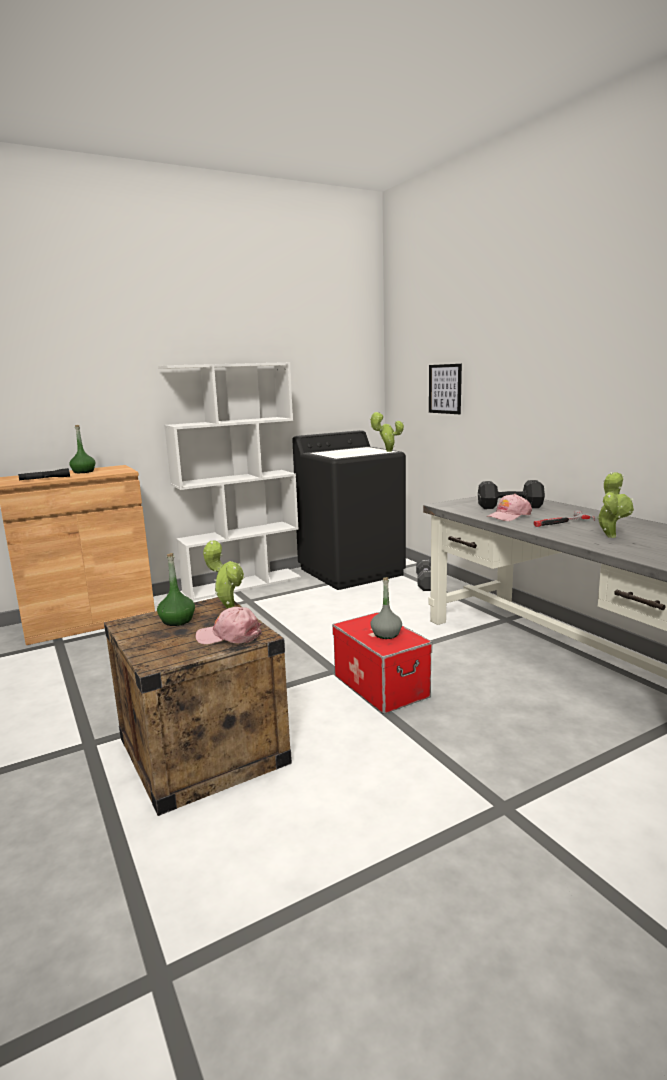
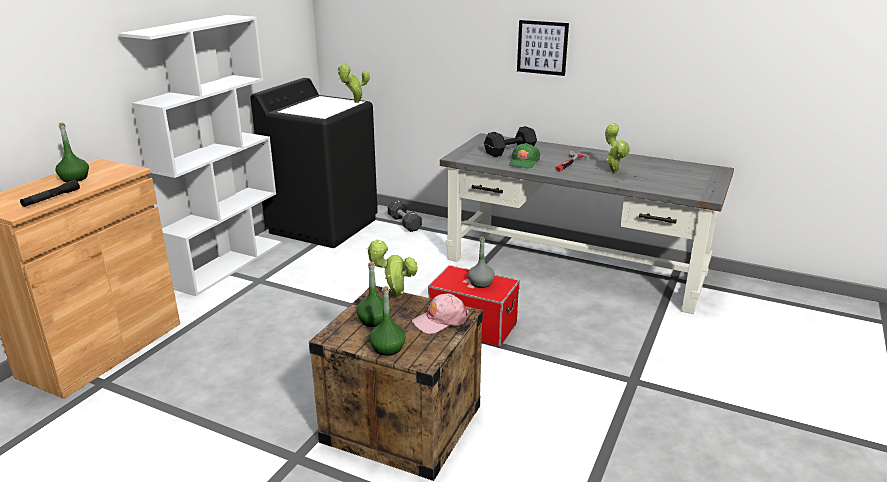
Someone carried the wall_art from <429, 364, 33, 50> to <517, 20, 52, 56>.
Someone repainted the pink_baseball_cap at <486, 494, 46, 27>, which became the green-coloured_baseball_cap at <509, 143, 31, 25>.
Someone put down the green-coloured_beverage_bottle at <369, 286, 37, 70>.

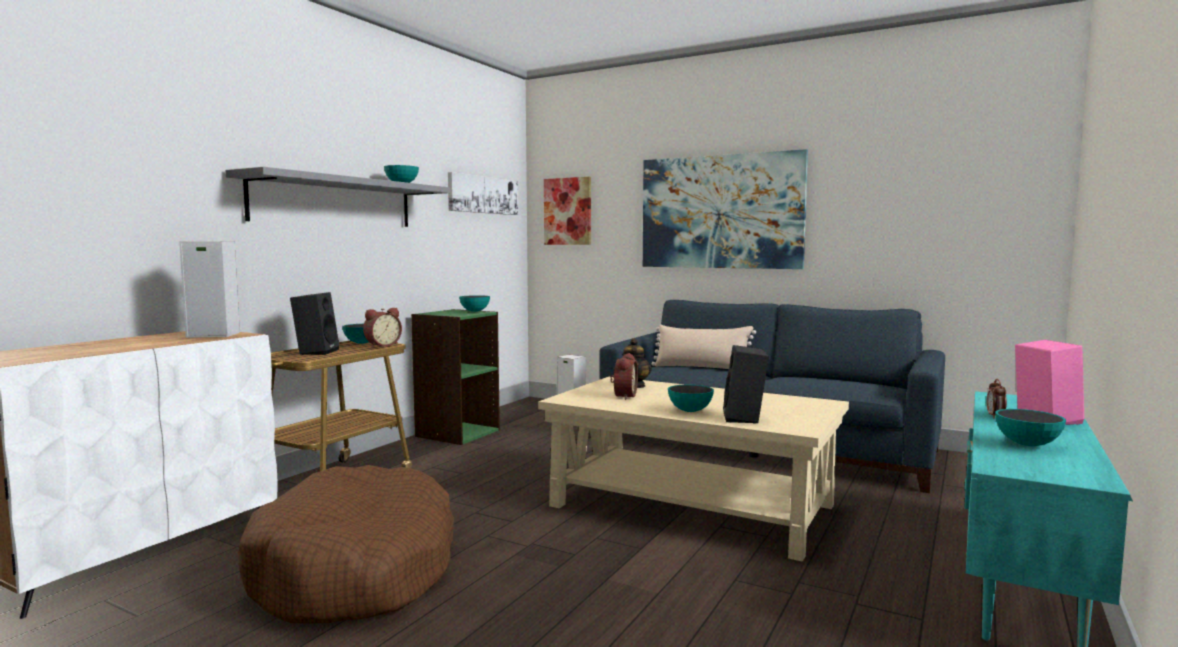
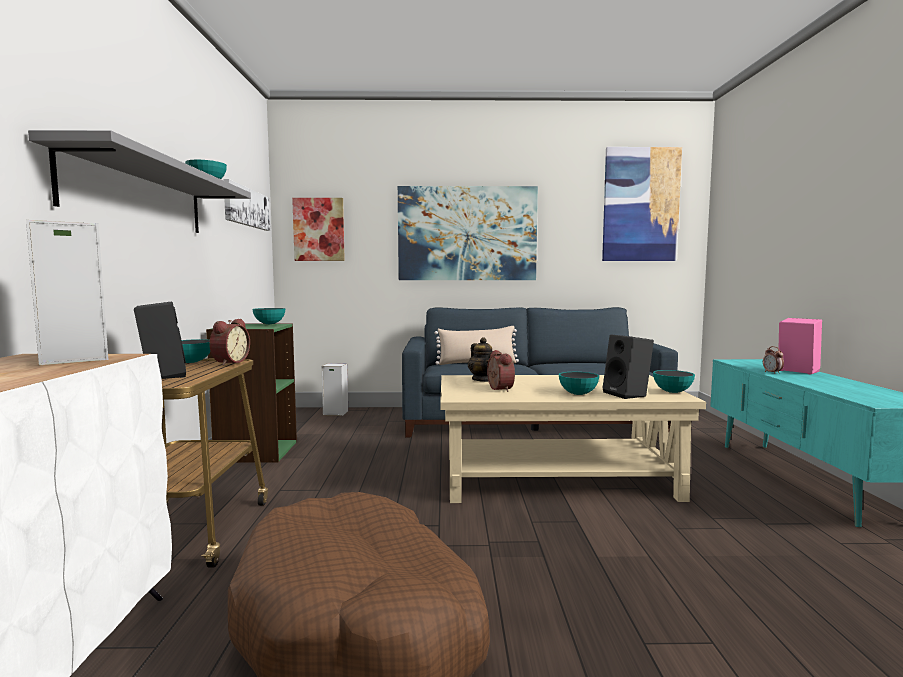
Someone carried the serving_bowl from <995, 409, 71, 37> to <653, 370, 42, 23>.
Someone put up the wall_art at <602, 147, 80, 114>.

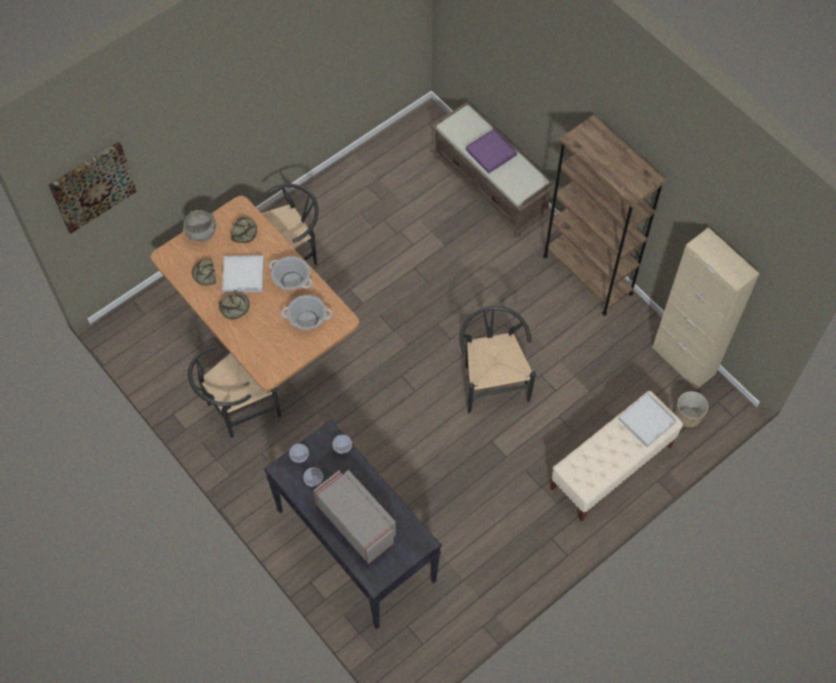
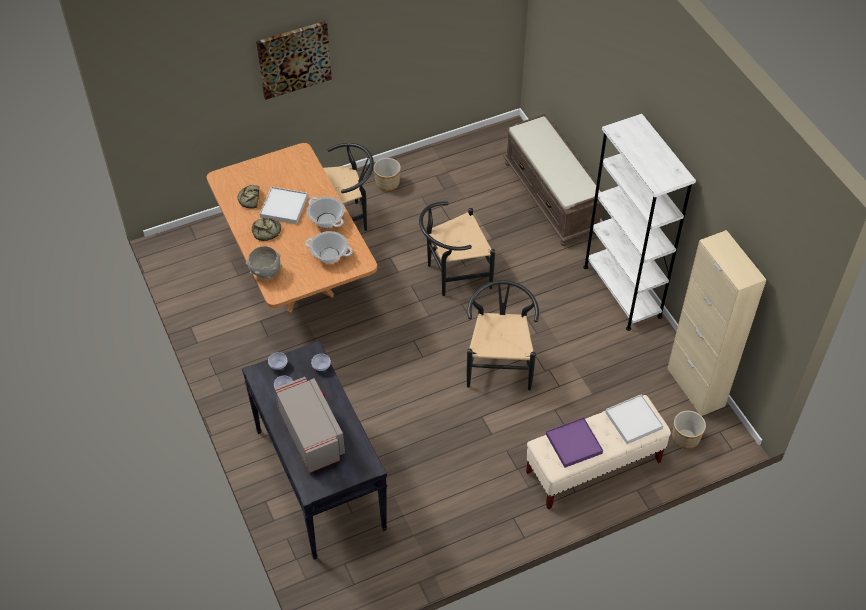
Someone carried the wall_art from <49, 142, 88, 92> to <256, 21, 76, 79>.
Someone carried the greyish_serving_bowl from <183, 210, 34, 32> to <246, 246, 36, 33>.
Someone carried the black-coloured_plain_chair from <188, 346, 93, 92> to <419, 201, 76, 95>.
Someone took away the bakery_bread at <231, 216, 26, 27>.
Someone carried the purple_serving_tray from <466, 129, 51, 45> to <546, 417, 57, 51>.
Someone repainted the brownish_bookshelf at <543, 115, 124, 201>, which became the whitish_bookshelf at <583, 114, 113, 217>.
Someone put down the plant_pot at <374, 158, 27, 33>.

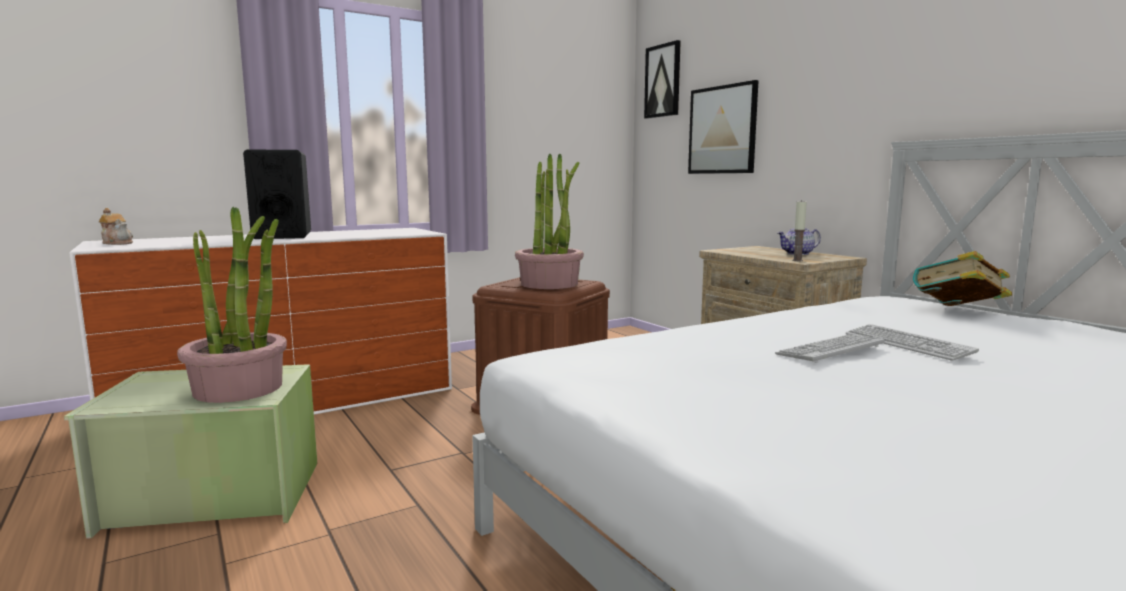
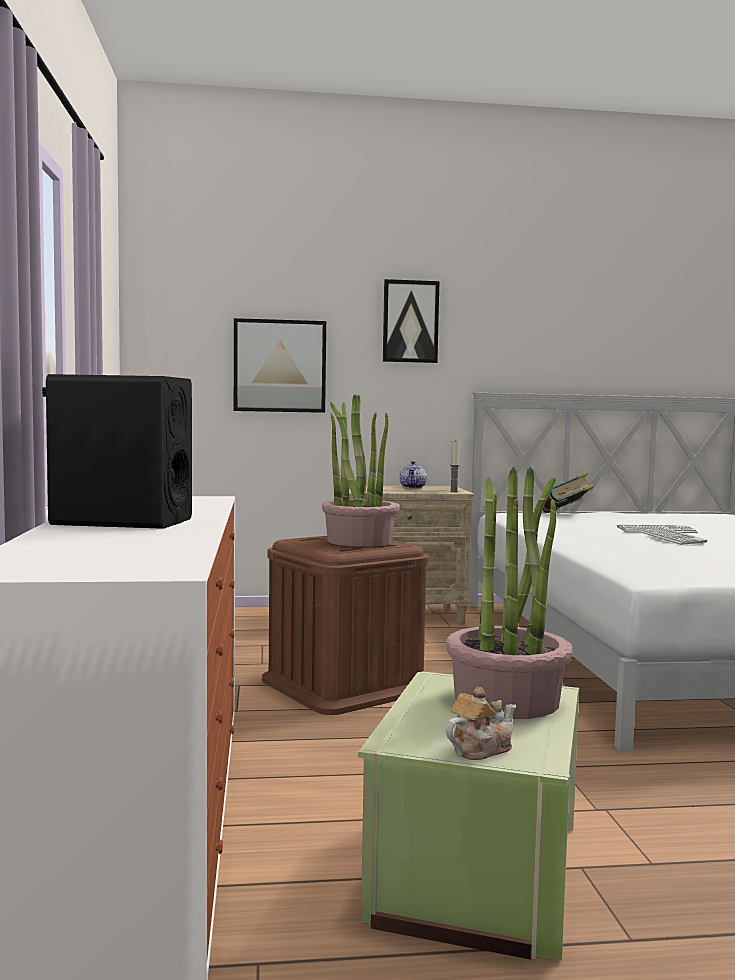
Someone carried the tea_pot from <99, 208, 34, 37> to <446, 687, 70, 73>.
Someone carried the wall_art from <644, 40, 37, 79> to <383, 279, 56, 84>.

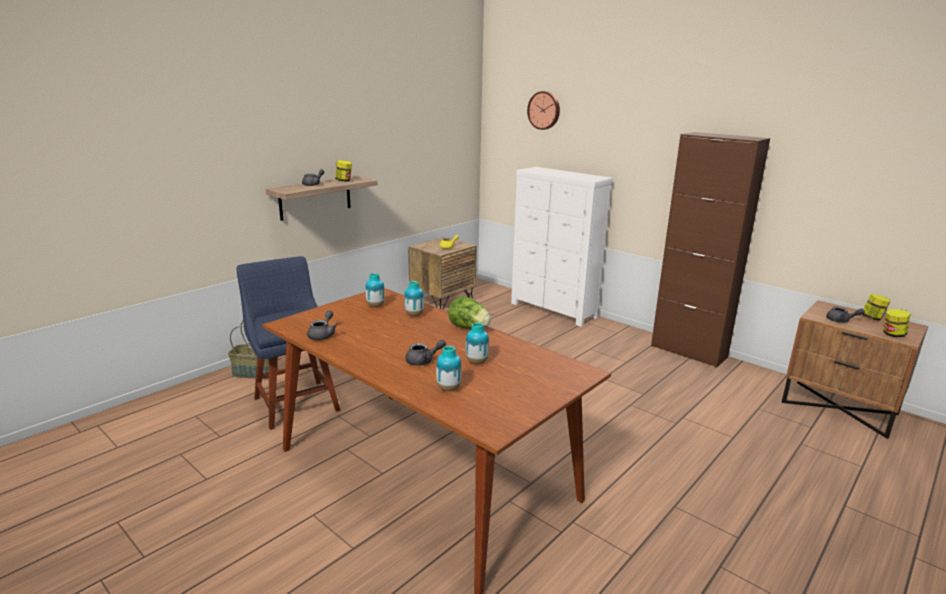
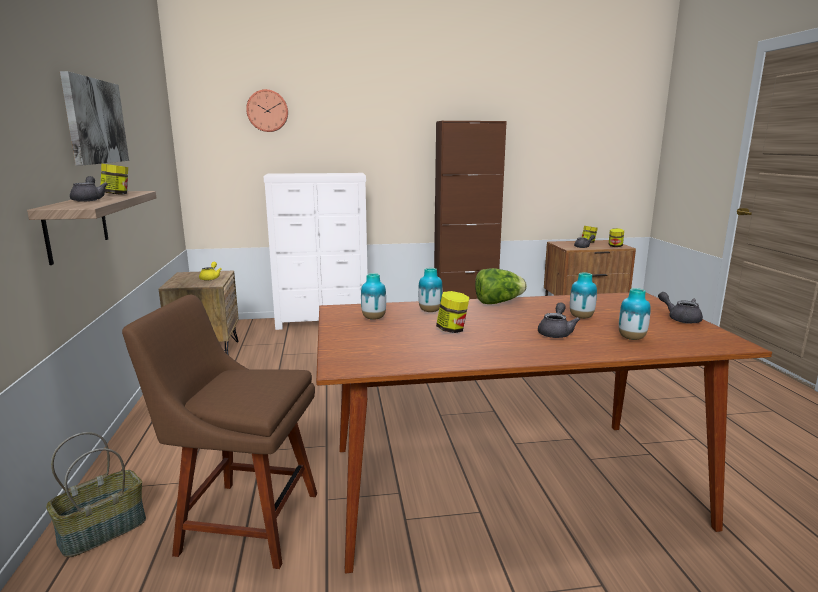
Someone repainted the blue-coloured_plain_chair at <236, 256, 105, 174>, which became the brownish_plain_chair at <122, 295, 195, 274>.
Someone carried the greyish_tea_pot from <307, 310, 30, 30> to <658, 292, 45, 32>.
Someone put up the wall_art at <60, 71, 69, 94>.
Someone put down the jar at <436, 291, 34, 42>.

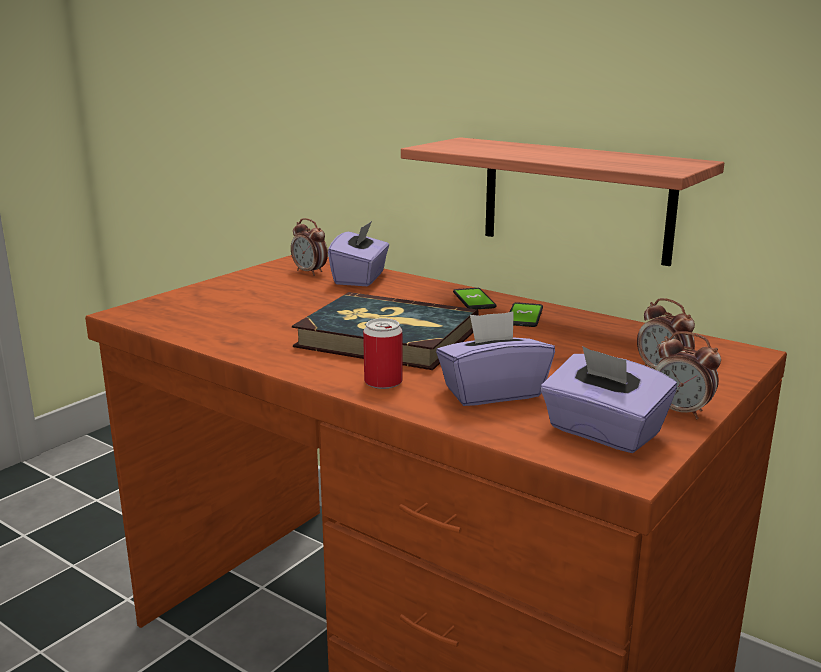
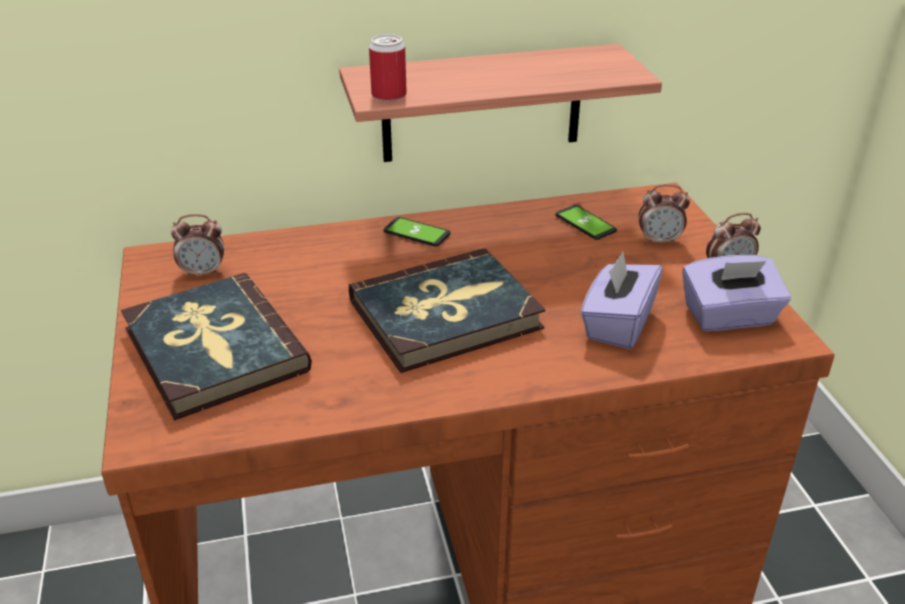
Someone took away the purple_tissue_box at <328, 221, 61, 65>.
Someone carried the metal_can from <363, 318, 40, 71> to <369, 34, 38, 67>.
Someone carried the telephone from <510, 302, 33, 25> to <555, 205, 62, 35>.
Someone put down the volume at <121, 273, 191, 147>.

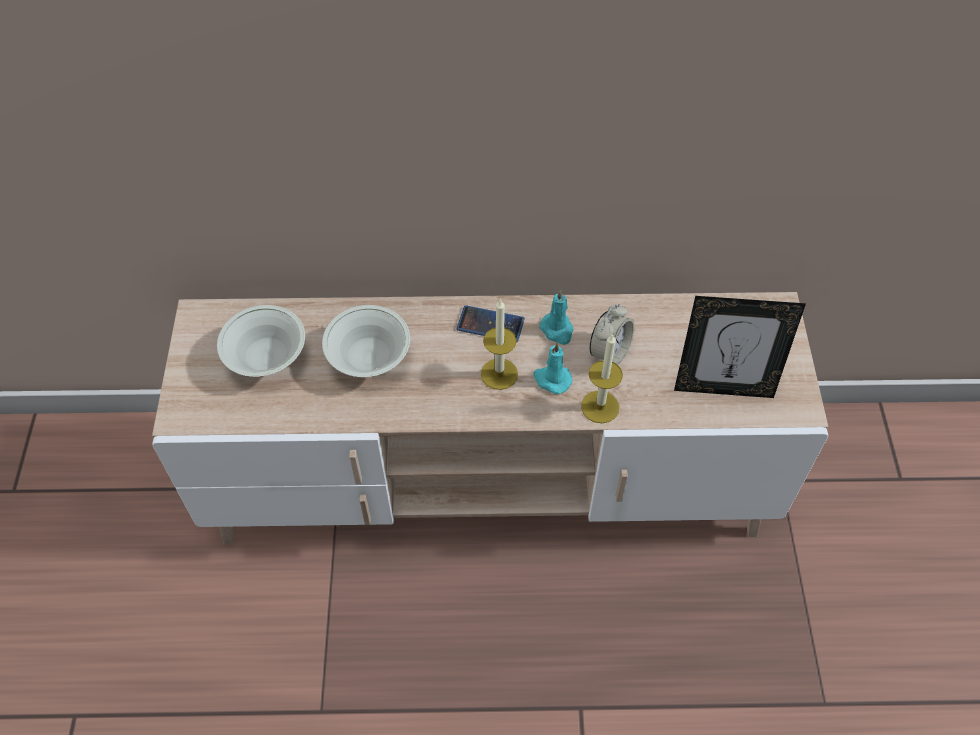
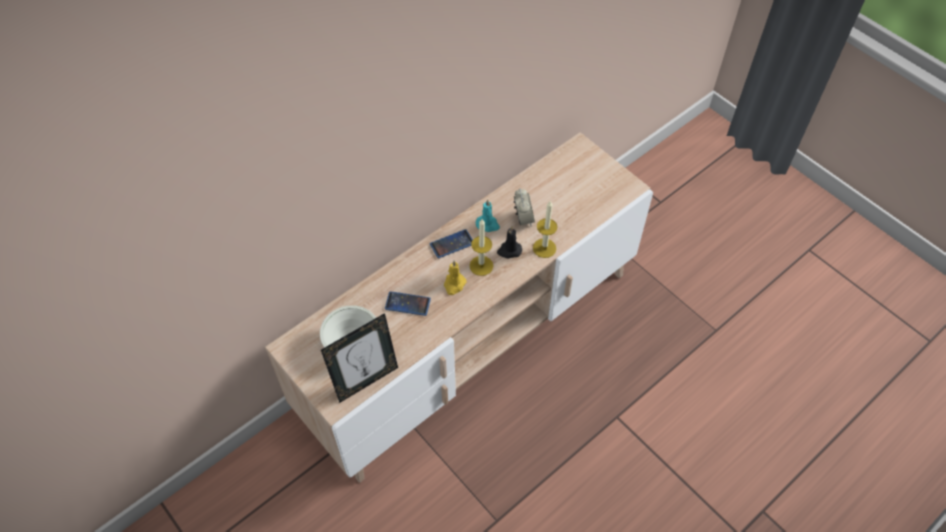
Someone swapped the whitish_serving_bowl at <322, 305, 88, 72> for the telephone at <385, 291, 46, 25>.
Someone repainted the turquoise_candle at <533, 342, 39, 52>, which became the black-coloured_candle at <497, 226, 25, 32>.
Someone carried the picture_frame from <674, 296, 132, 102> to <321, 313, 77, 90>.
Someone put down the yellow-coloured_candle at <444, 261, 22, 34>.

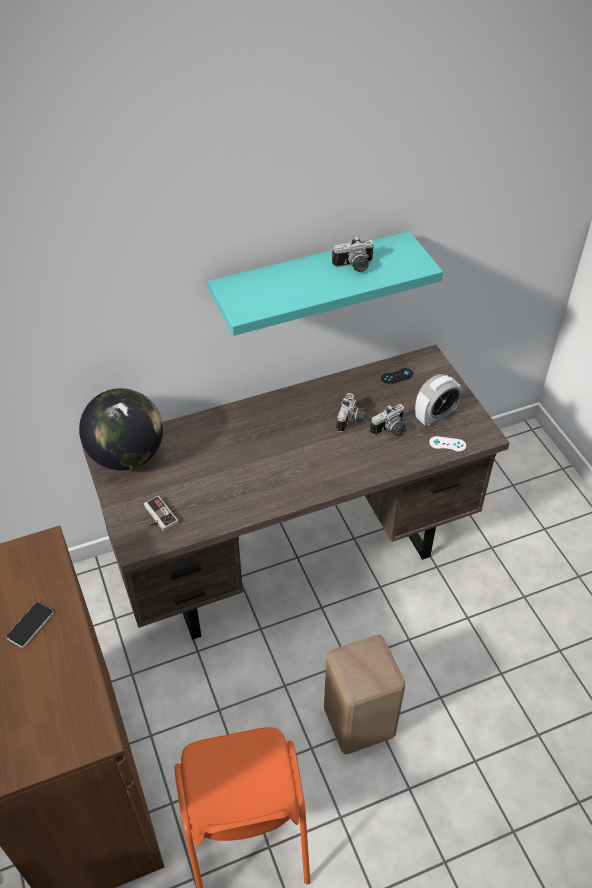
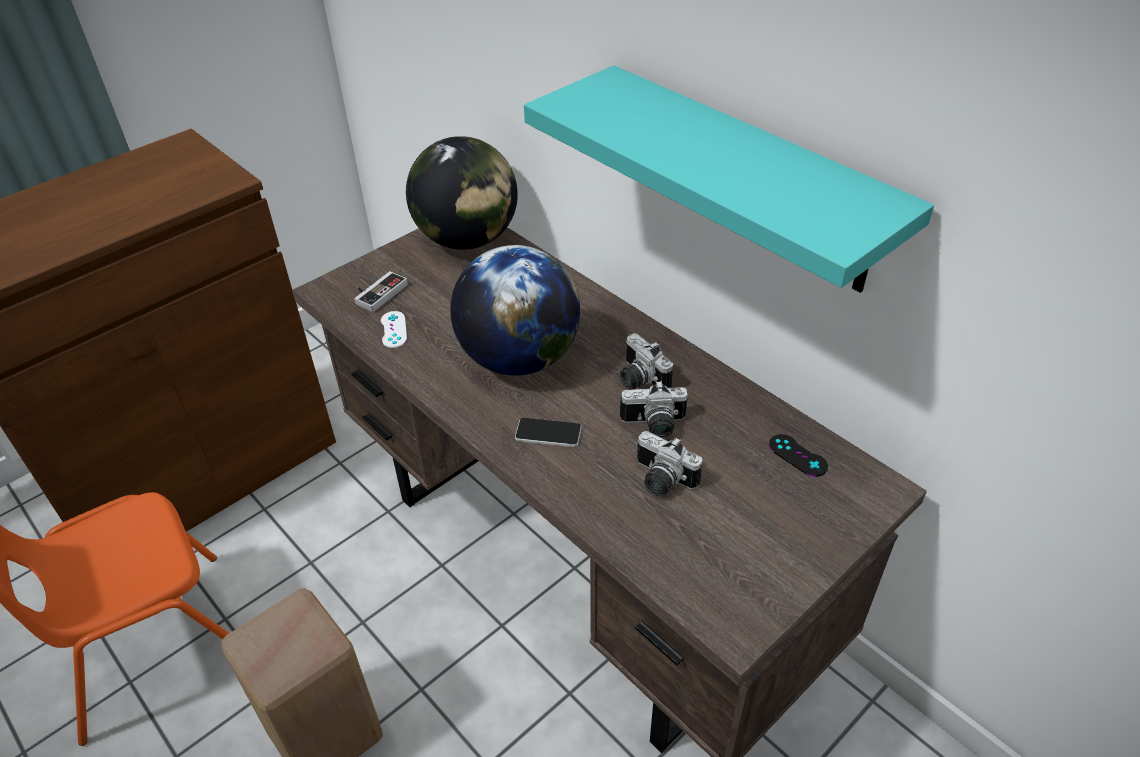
Someone carried the telephone from <6, 602, 47, 46> to <515, 418, 66, 29>.
Someone carried the photo_camera from <332, 236, 42, 36> to <620, 333, 53, 56>.
Someone took away the bedside_clock at <415, 374, 47, 52>.
Someone carried the whitish_joypad from <429, 436, 37, 16> to <381, 311, 26, 37>.
Someone put down the globe at <450, 245, 130, 131>.

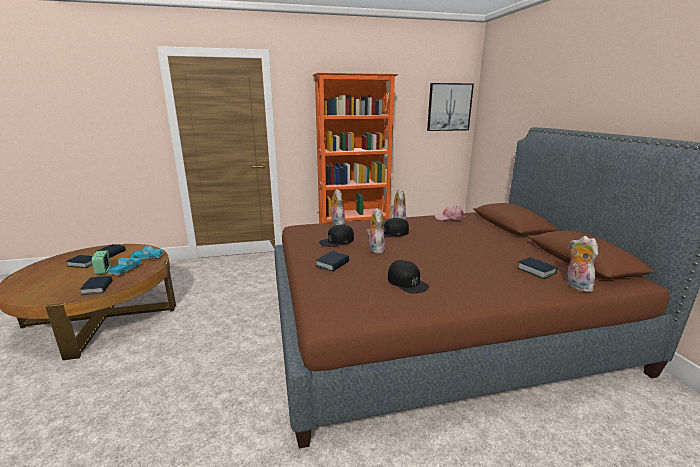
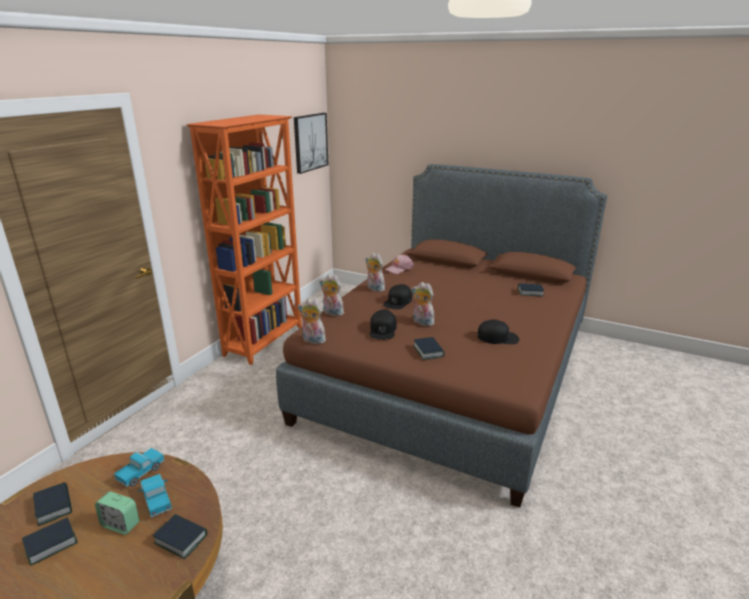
Someone carried the plush_toy from <566, 236, 32, 56> to <298, 298, 30, 46>.

